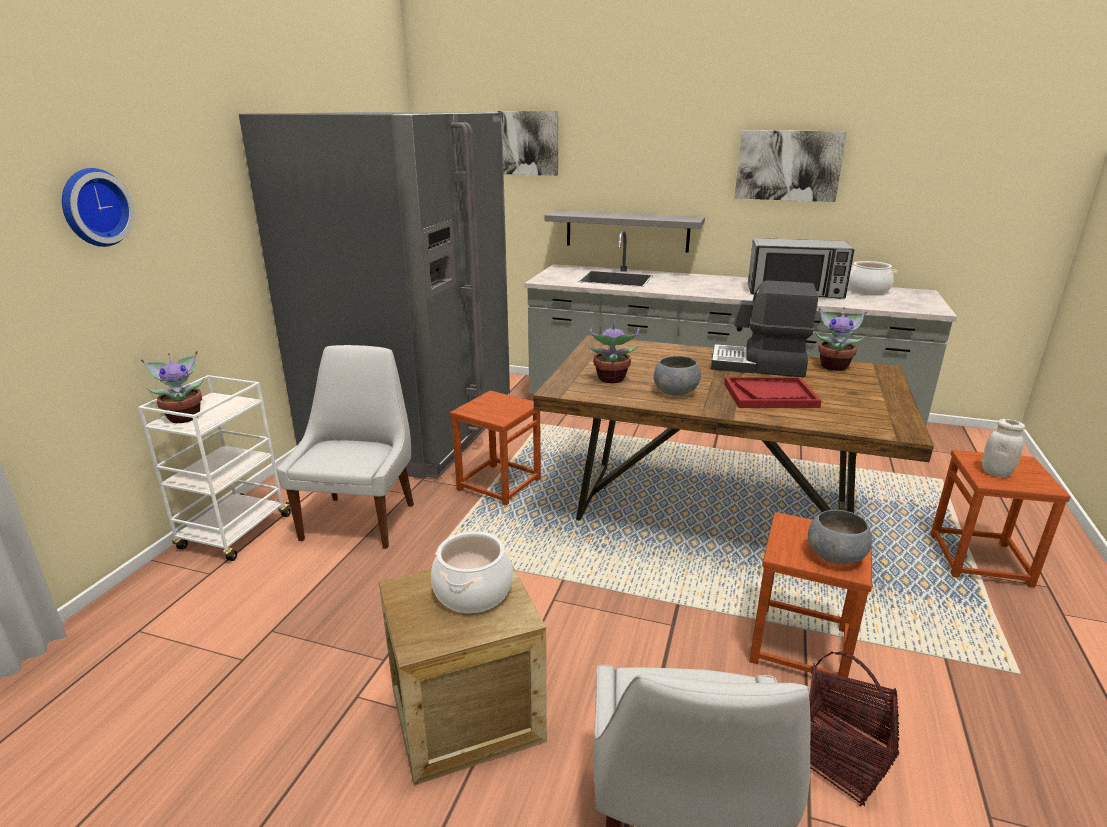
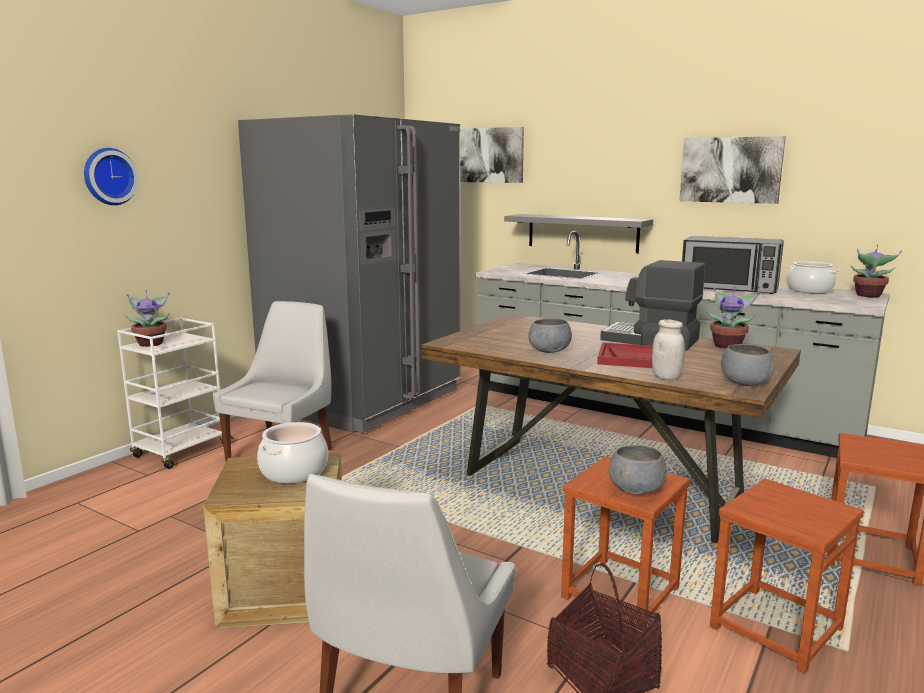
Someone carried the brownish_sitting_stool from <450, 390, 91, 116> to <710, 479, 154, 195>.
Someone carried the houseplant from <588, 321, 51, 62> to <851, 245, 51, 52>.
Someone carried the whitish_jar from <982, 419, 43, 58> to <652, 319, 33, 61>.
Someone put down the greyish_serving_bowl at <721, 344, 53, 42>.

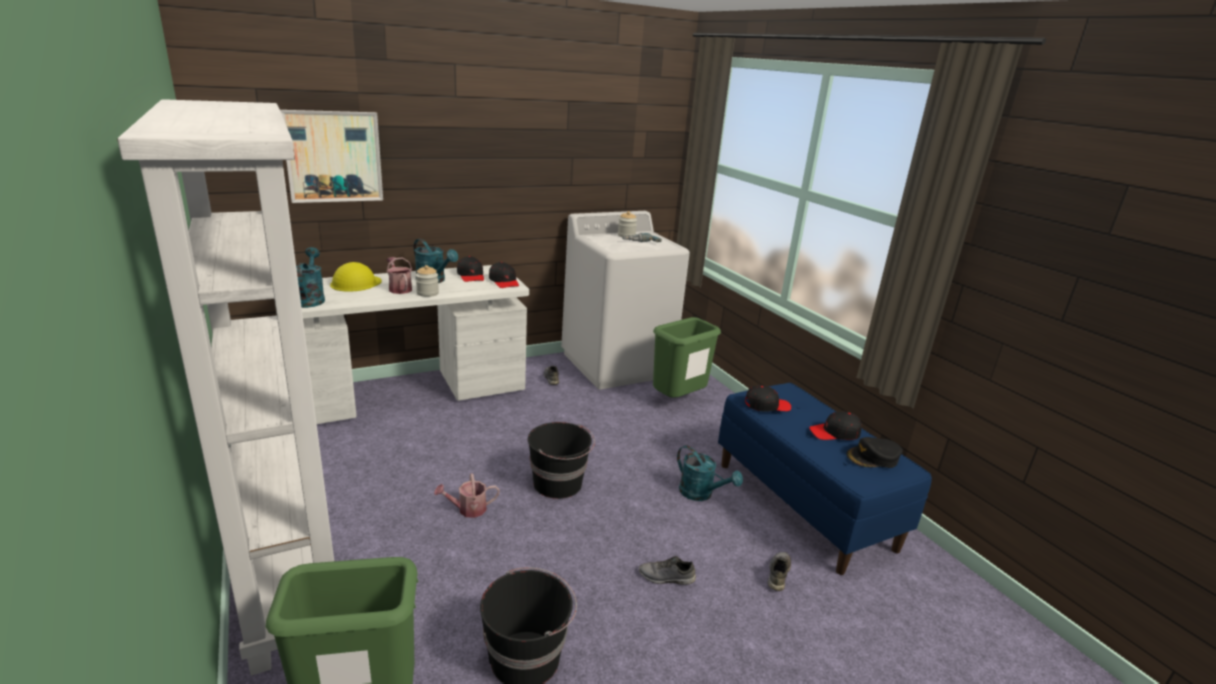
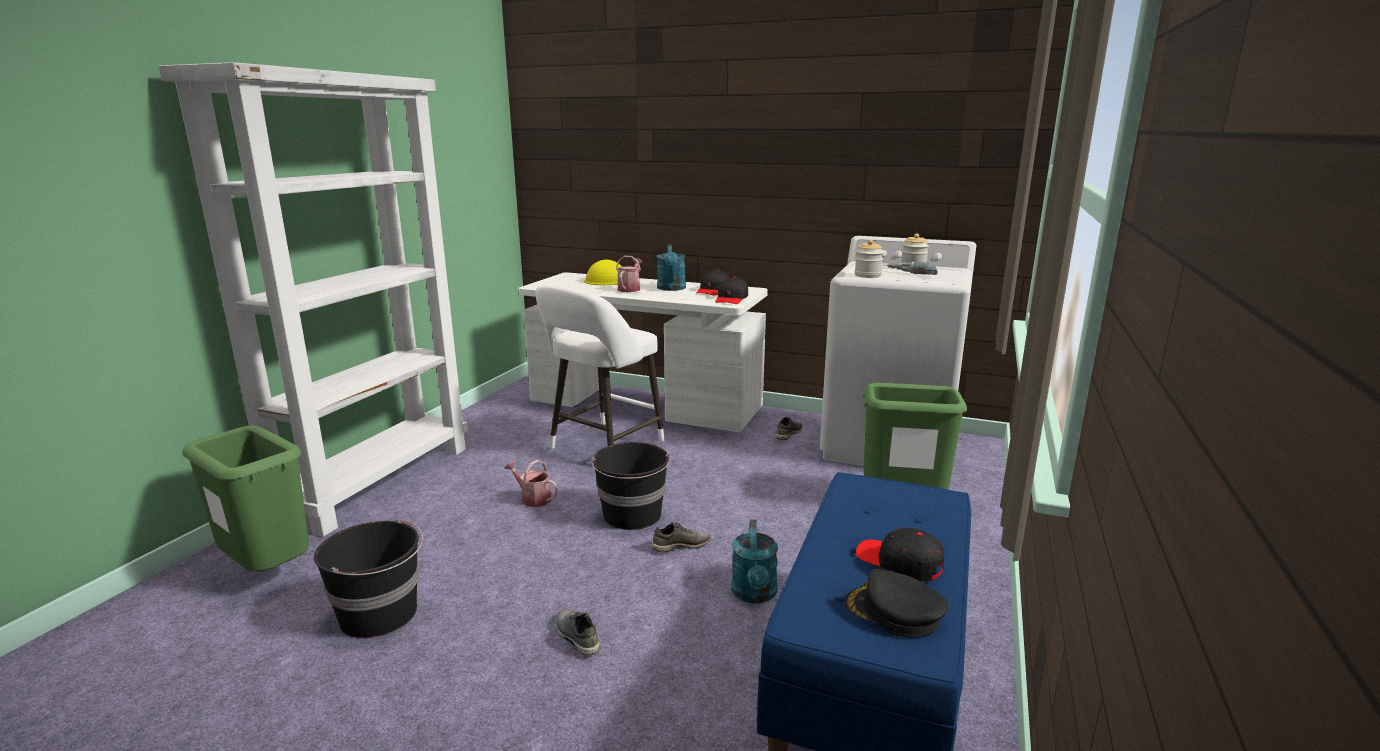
Someone took away the wall_art at <280, 110, 103, 93>.
Someone took away the turquoise_watering_can at <296, 247, 29, 61>.
Someone carried the jar from <416, 265, 23, 32> to <855, 240, 29, 38>.
Someone took away the black-coloured_baseball_cap at <745, 385, 46, 26>.
Someone carried the greyish_low_shoe from <768, 552, 23, 39> to <651, 522, 60, 31>.
Someone put down the whitish_sitting_stool at <535, 285, 130, 164>.

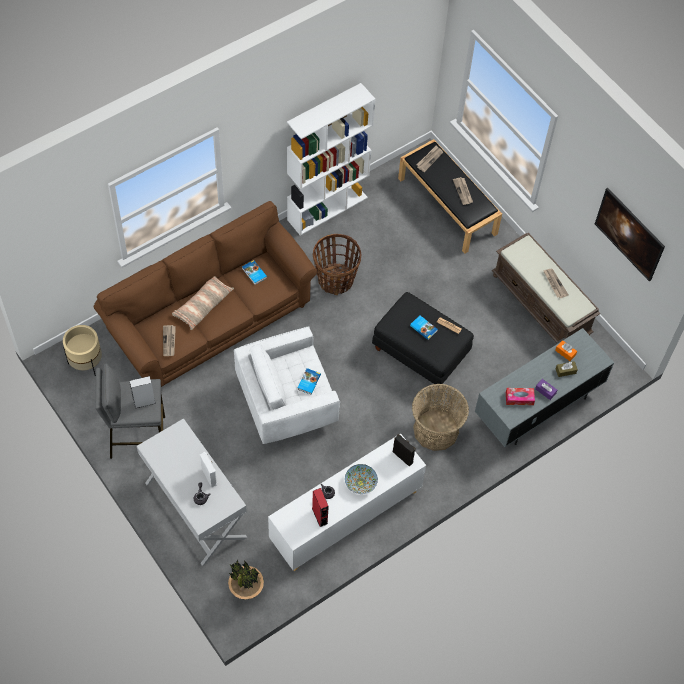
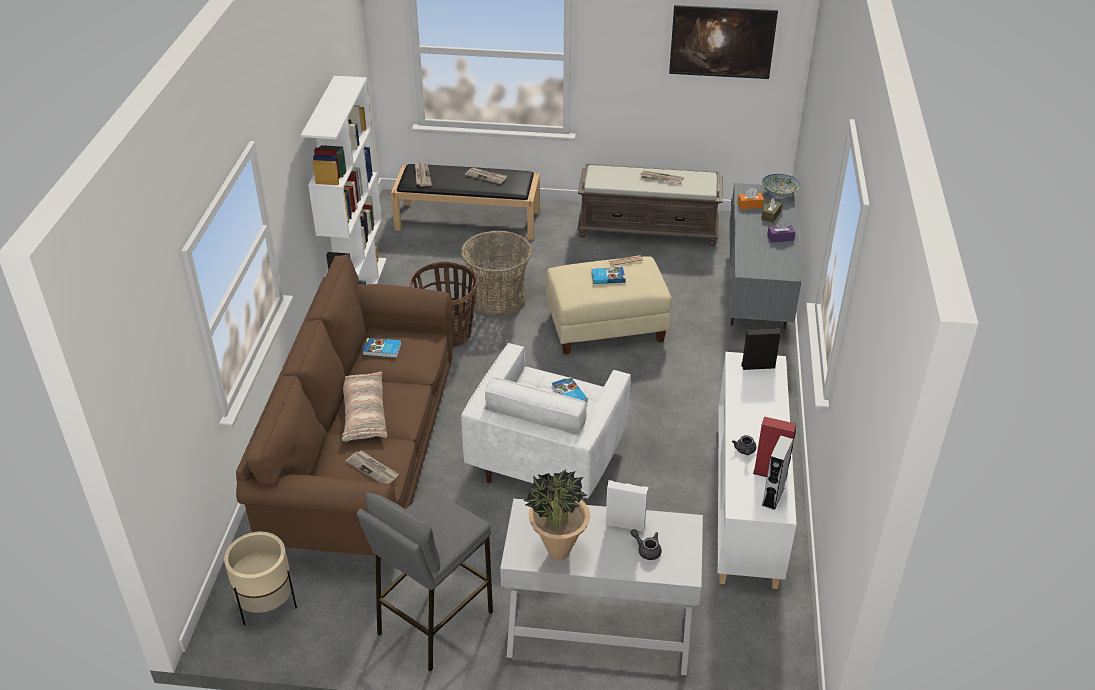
Someone carried the greyish_speaker from <130, 376, 26, 33> to <762, 435, 31, 75>.
Someone carried the houseplant from <228, 560, 36, 40> to <523, 469, 67, 92>.
Someone carried the serving_bowl from <345, 464, 33, 30> to <762, 174, 38, 23>.
Someone repainted the black-coloured_pouffe at <372, 292, 102, 97>, which became the sand-coloured_pouffe at <546, 256, 126, 99>.
Someone carried the household_basket from <412, 384, 57, 67> to <461, 230, 71, 86>.
Someone took away the tissue_box at <506, 388, 29, 17>.

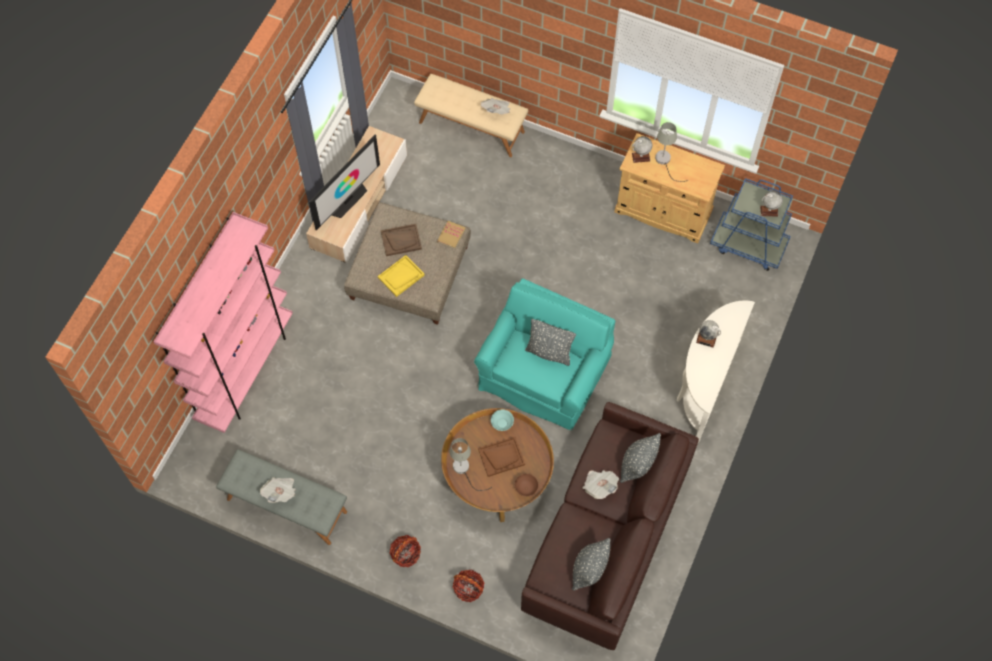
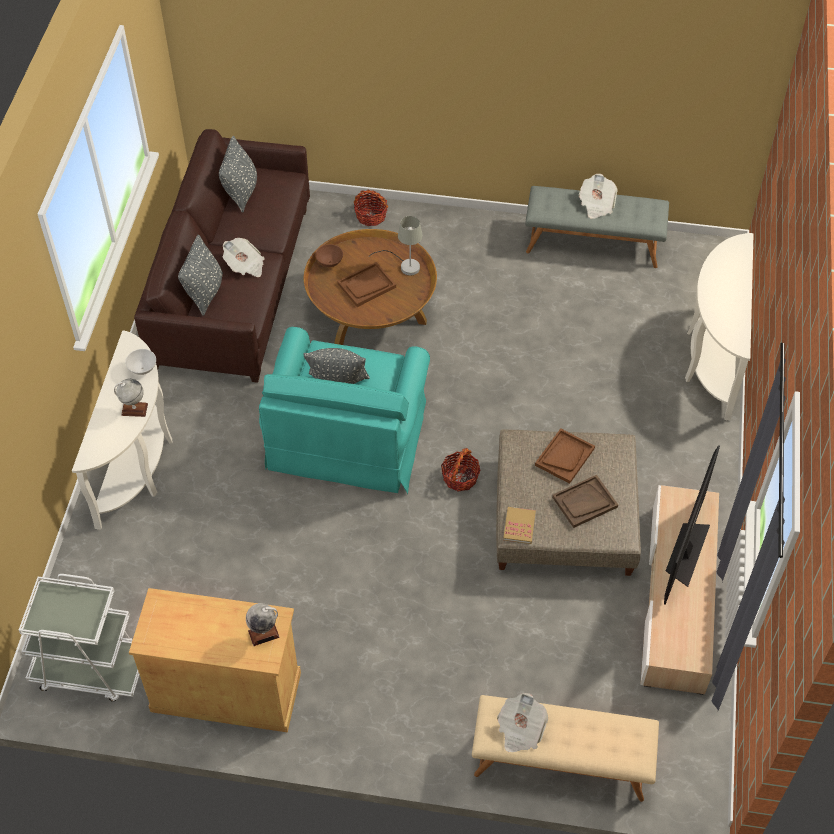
Someone swapped the pink_bookshelf at <153, 212, 140, 221> for the whitish_narrow_table at <685, 233, 69, 187>.
Someone repainted the yellow-coloured_serving_tray at <378, 255, 47, 42>, which became the brownish_serving_tray at <535, 428, 60, 56>.
Someone carried the household_basket from <389, 535, 32, 32> to <441, 448, 39, 44>.
Someone took away the turquoise_serving_bowl at <491, 409, 23, 22>.
Someone took away the greyish_tabletop_lamp at <655, 122, 33, 60>.
Someone repainted the blue-coloured_cart at <710, 178, 83, 93>, which became the whitish_cart at <19, 574, 121, 127>.
Someone took away the globe at <760, 191, 23, 26>.
Someone put down the whitish_serving_bowl at <125, 349, 31, 26>.

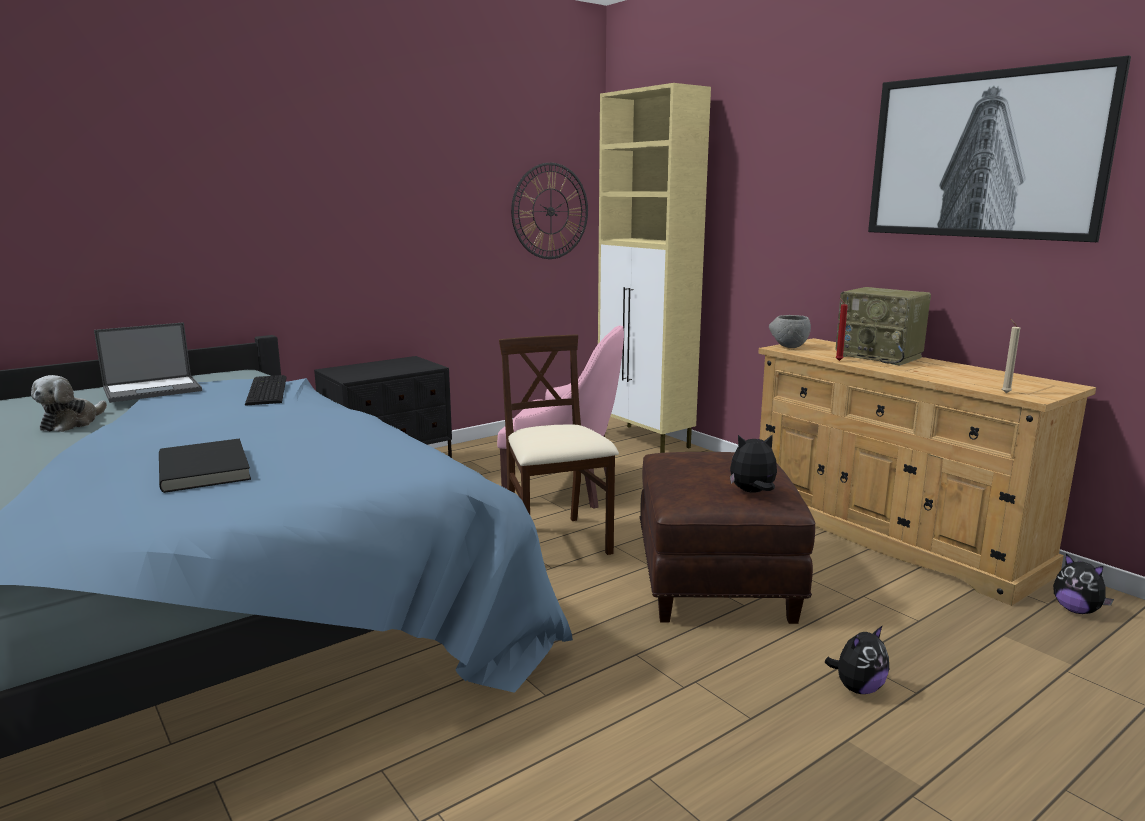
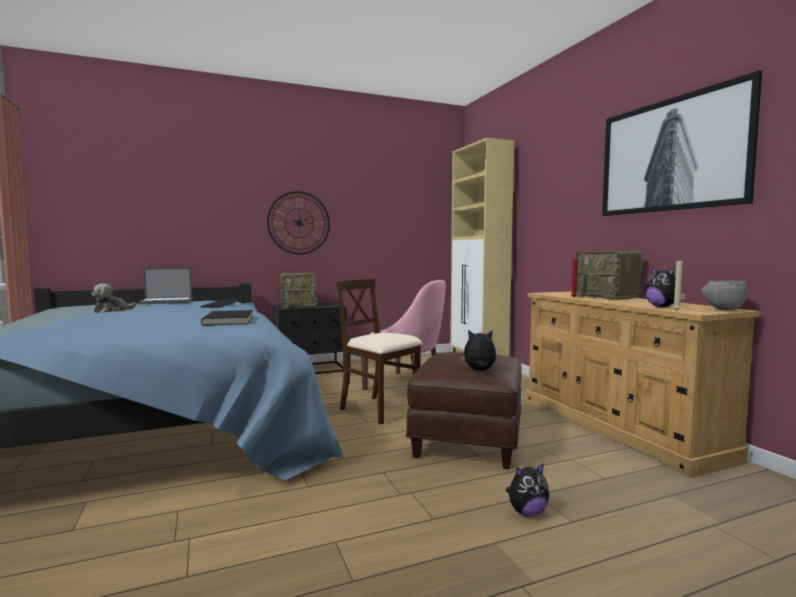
Someone carried the black-coloured_volume from <159, 439, 92, 54> to <201, 310, 52, 15>.
Someone rotated the sand-coloured_plain_chair at <499, 335, 120, 220> by 45 degrees counterclockwise.
Someone carried the clock_on_the_wall from <511, 163, 77, 96> to <267, 191, 63, 64>.
Someone carried the greyish_serving_bowl from <769, 315, 42, 33> to <701, 280, 47, 31>.
Someone carried the plush_toy from <1053, 554, 61, 60> to <645, 267, 41, 40>.
Someone put down the radio at <280, 273, 38, 35>.

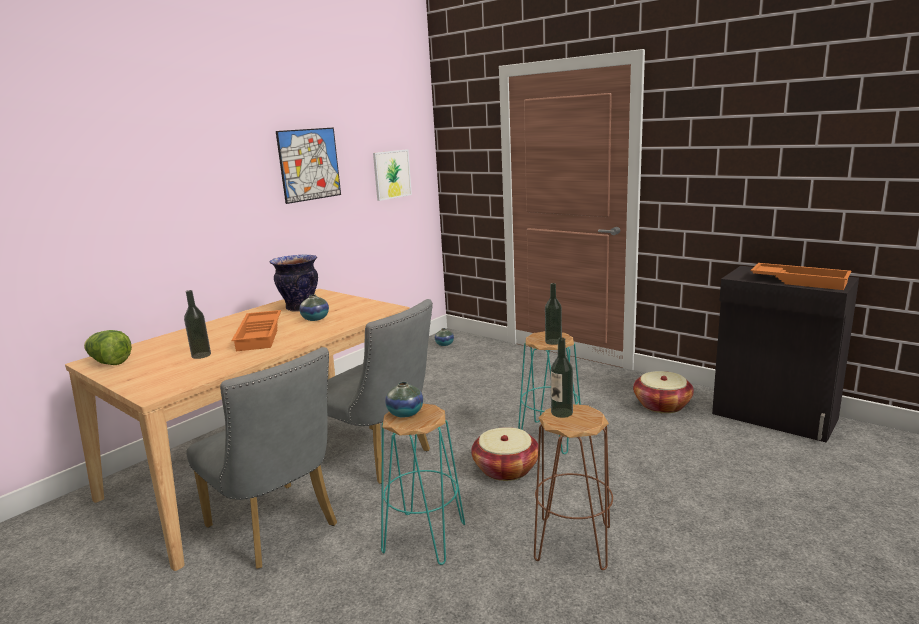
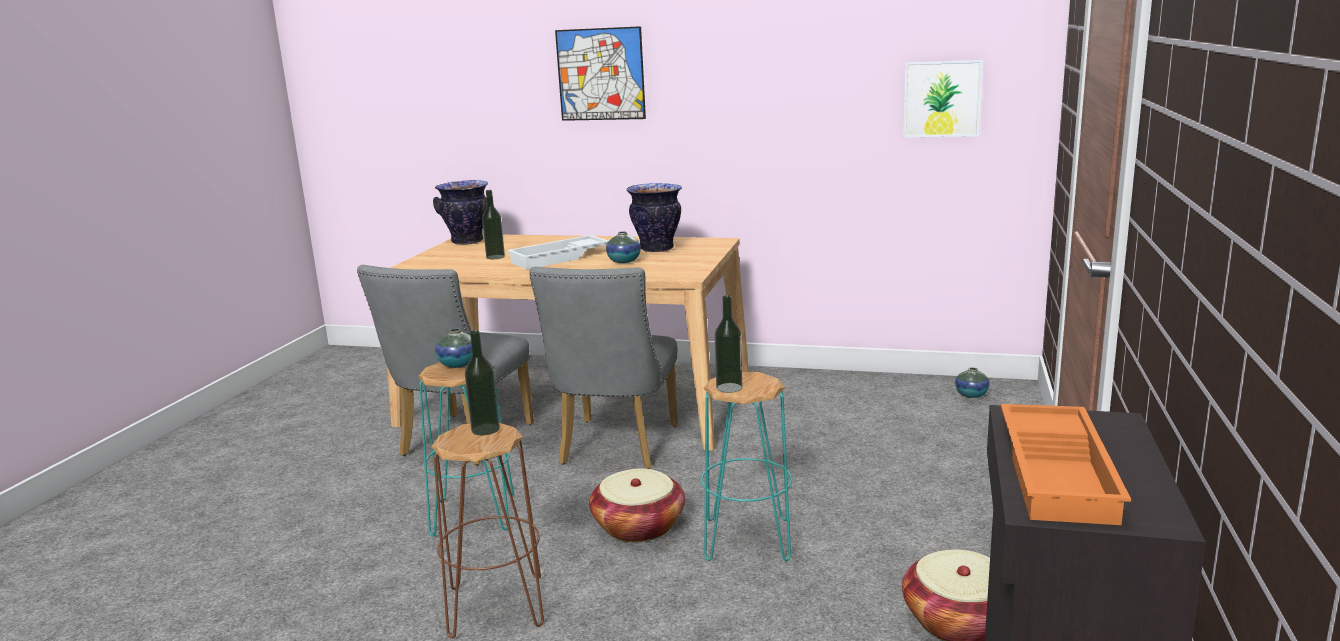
Someone swapped the head_of_lettuce at <84, 330, 48, 35> for the vase at <433, 180, 55, 65>.
Someone repainted the orangey_serving_tray at <231, 310, 50, 41>, which became the whitish_serving_tray at <507, 235, 101, 34>.
Someone carried the wall_art from <276, 127, 65, 77> to <555, 26, 91, 95>.

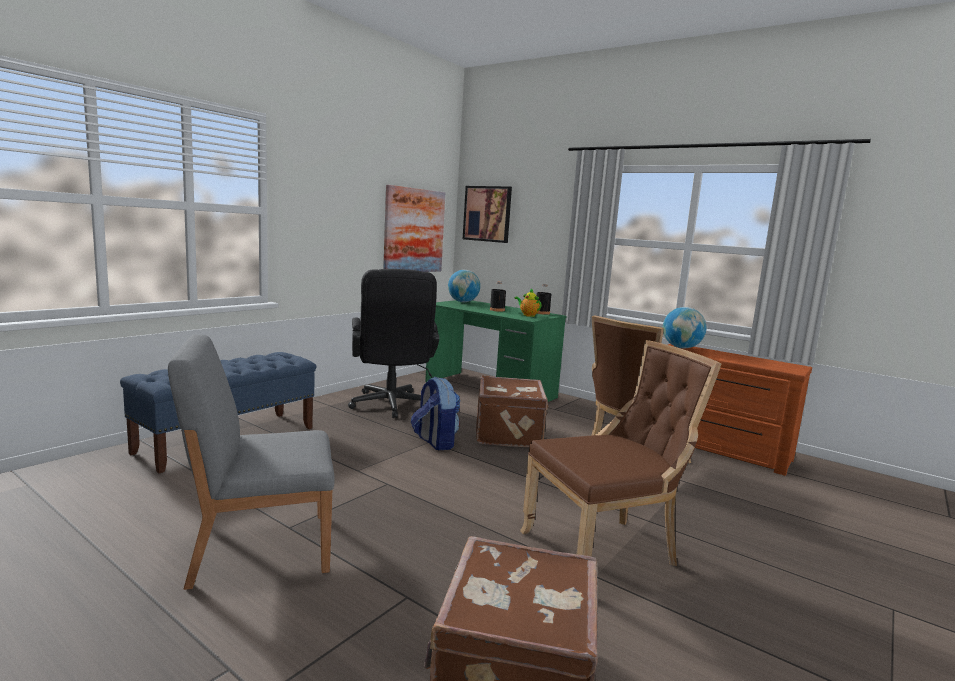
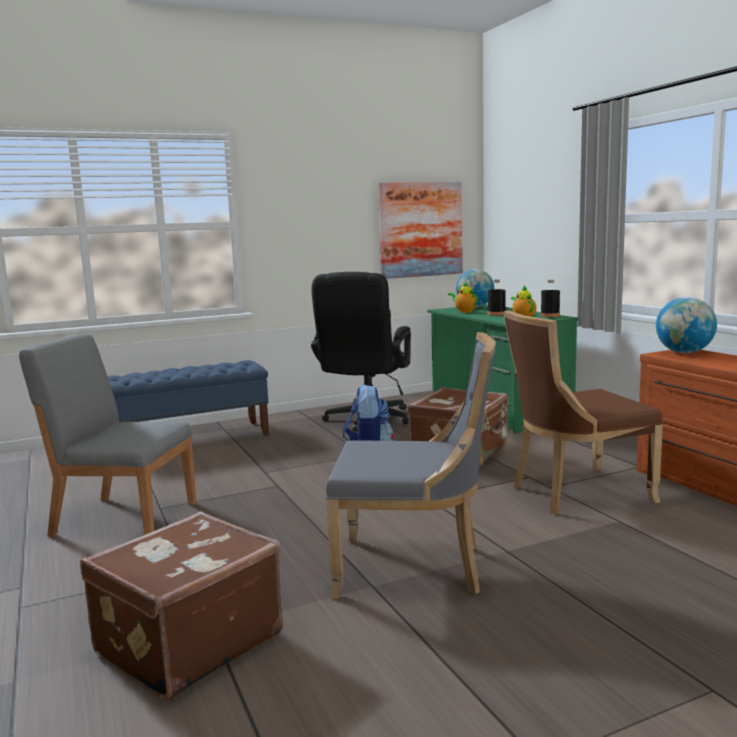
Someone took away the wall_art at <463, 186, 49, 57>.
Someone repainted the brownish_plain_chair at <520, 340, 202, 226>, which became the greyish_plain_chair at <326, 332, 170, 267>.
Someone put down the tea_pot at <448, 282, 30, 31>.

